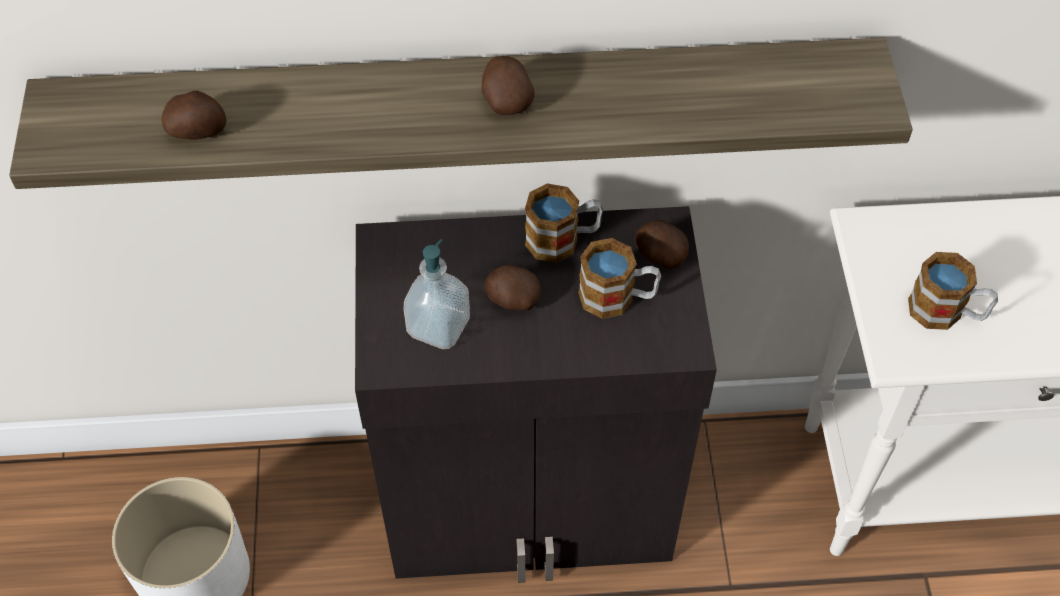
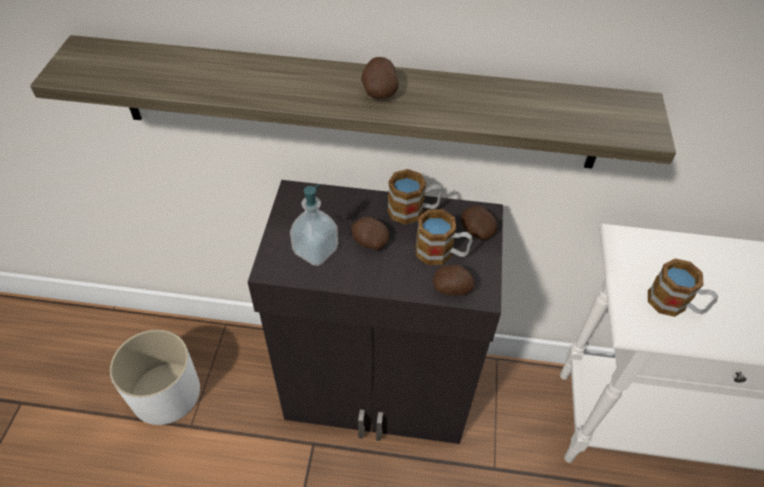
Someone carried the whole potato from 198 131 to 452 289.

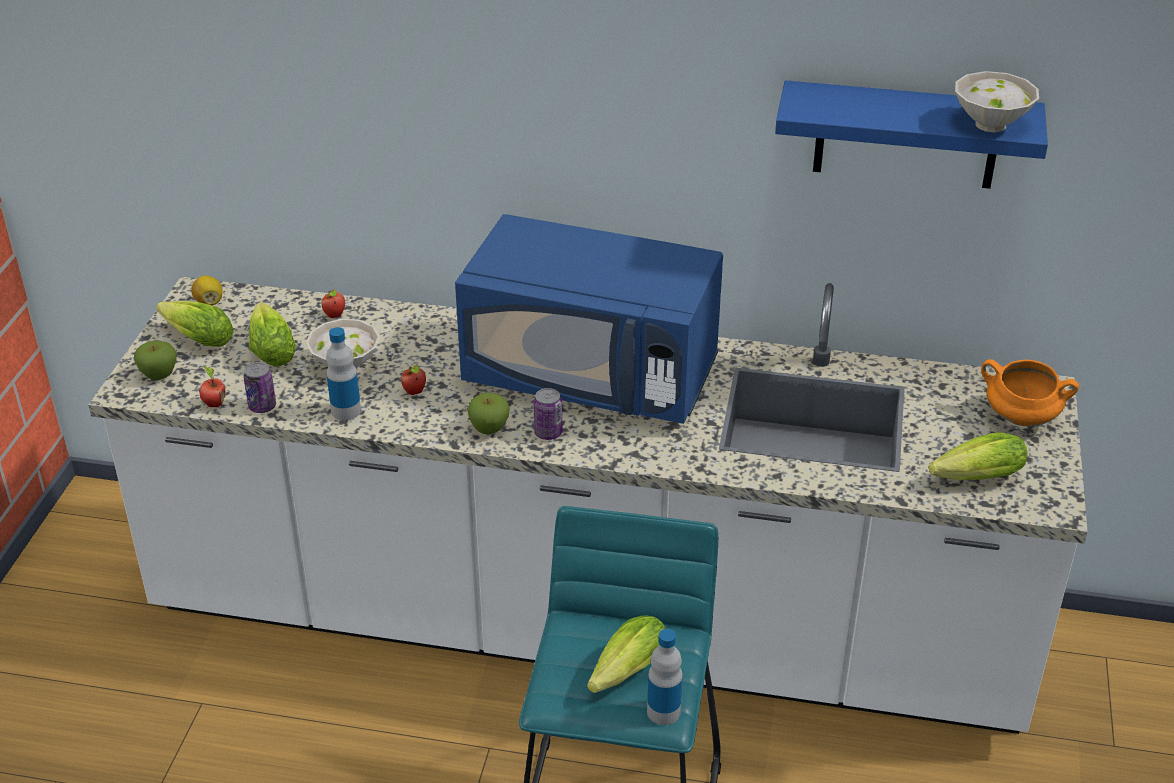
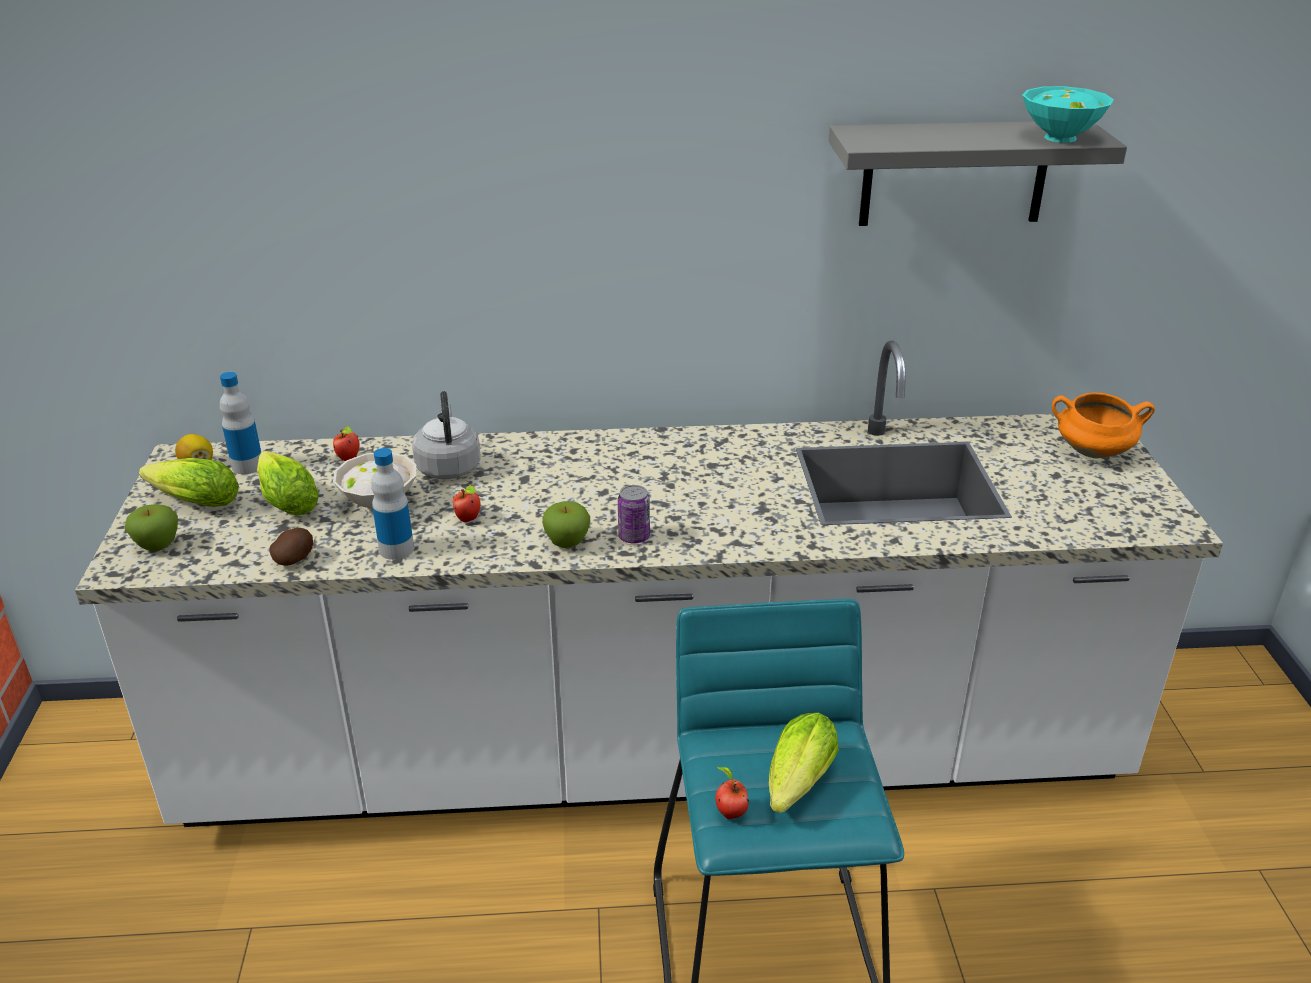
Someone repainted the bowl (white-coloured) at 988 124, which became the bowl (turquoise) at 1058 138.
Someone repainted the wall shelf (bluish) at 906 135, which became the wall shelf (greyish) at 954 173.
Someone took away the kitchen microwave (bluish) at 593 375.
Someone swapped the sealed can at 262 406 for the whole potato at 295 559.
Someone carried the whole apple from 214 404 to 729 813.
Someone took away the lettuce at 972 479.
Someone carried the beverage bottle from 663 712 to 247 466.
Someone put down the tea kettle (greyish) at 448 466.

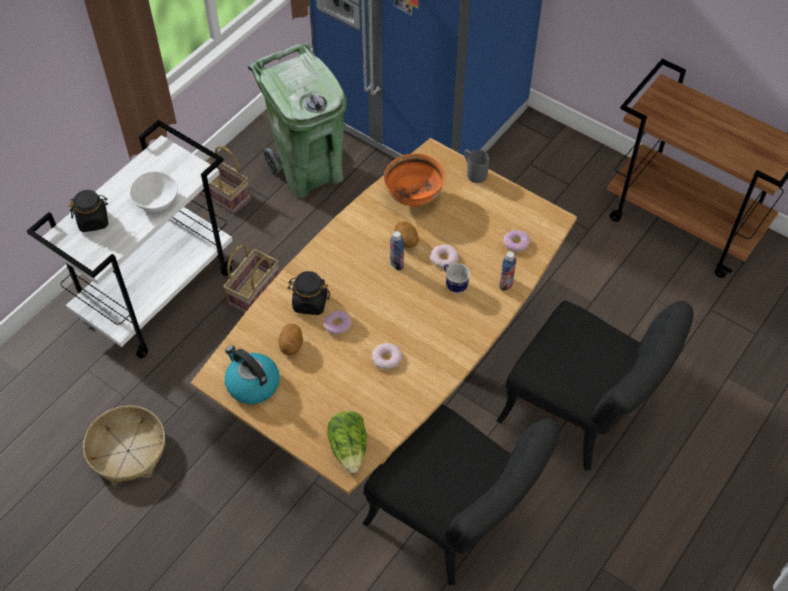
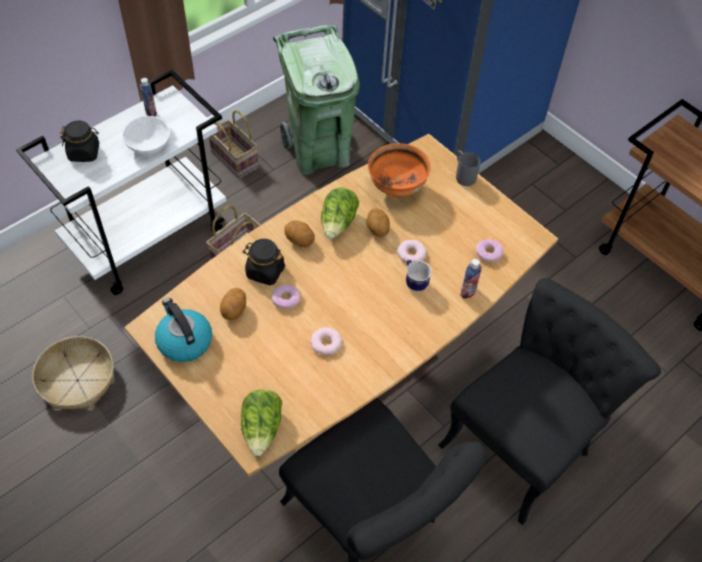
Someone carried the beverage bottle from 396 264 to 151 113.
Someone rotated the plain chair (blackish) at 581 416 by 90 degrees counterclockwise.
Someone put down the lettuce at 338 223.
Someone put down the whole potato at 300 240.

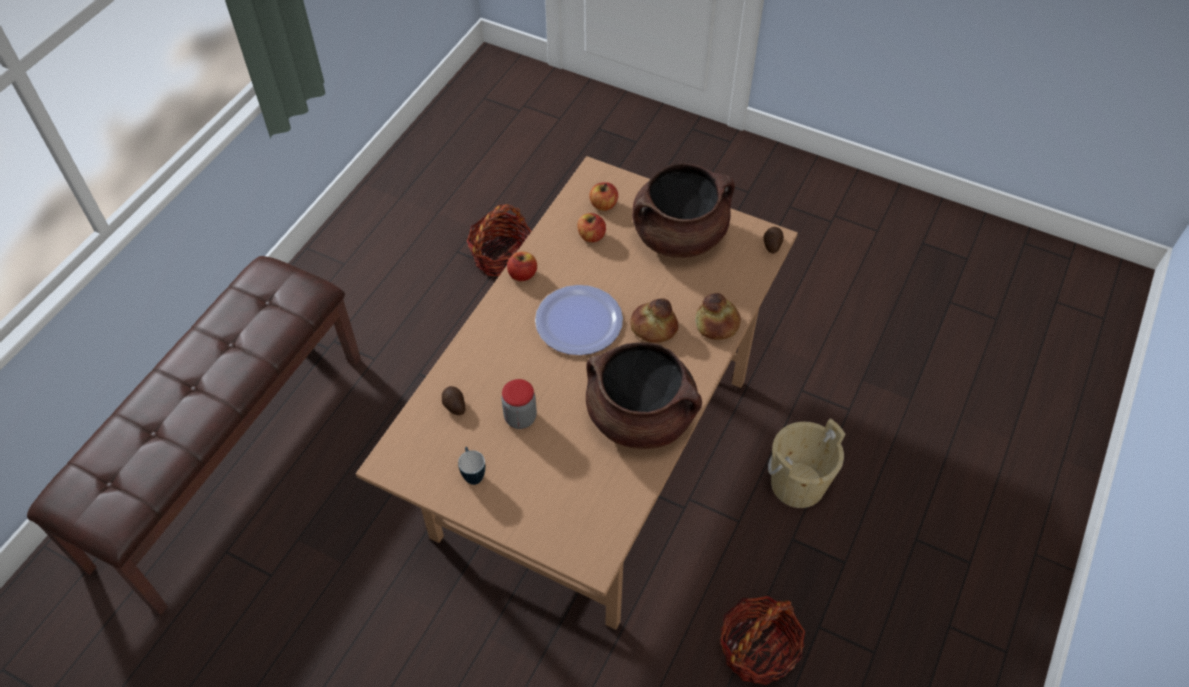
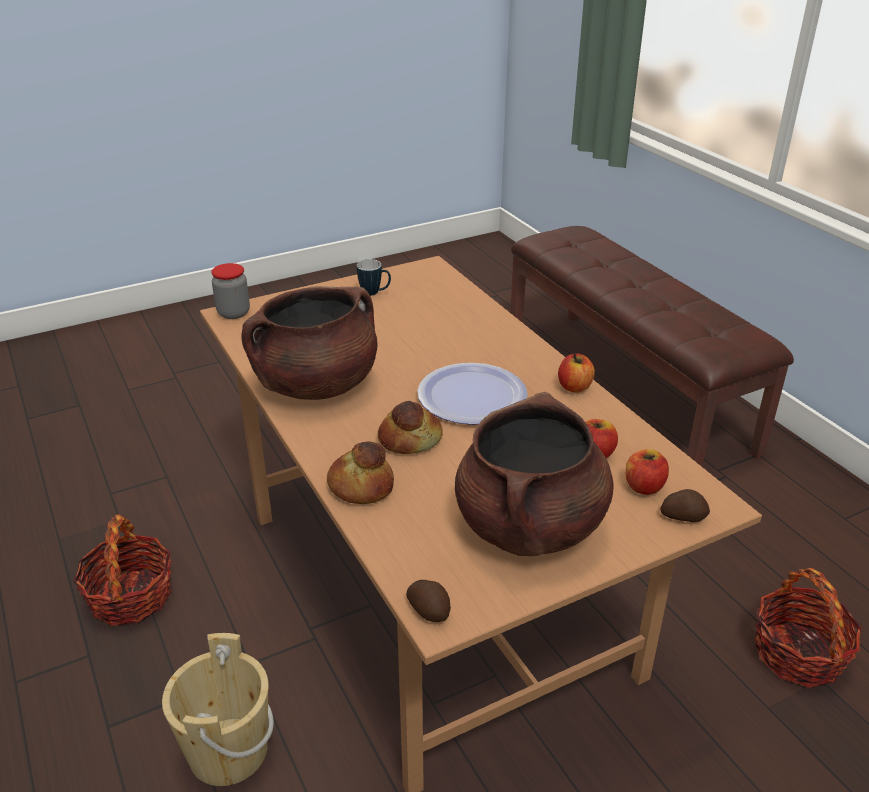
Someone carried the preserve jar from 520 417 to 233 313.
Someone carried the whole potato from 454 405 to 683 516.

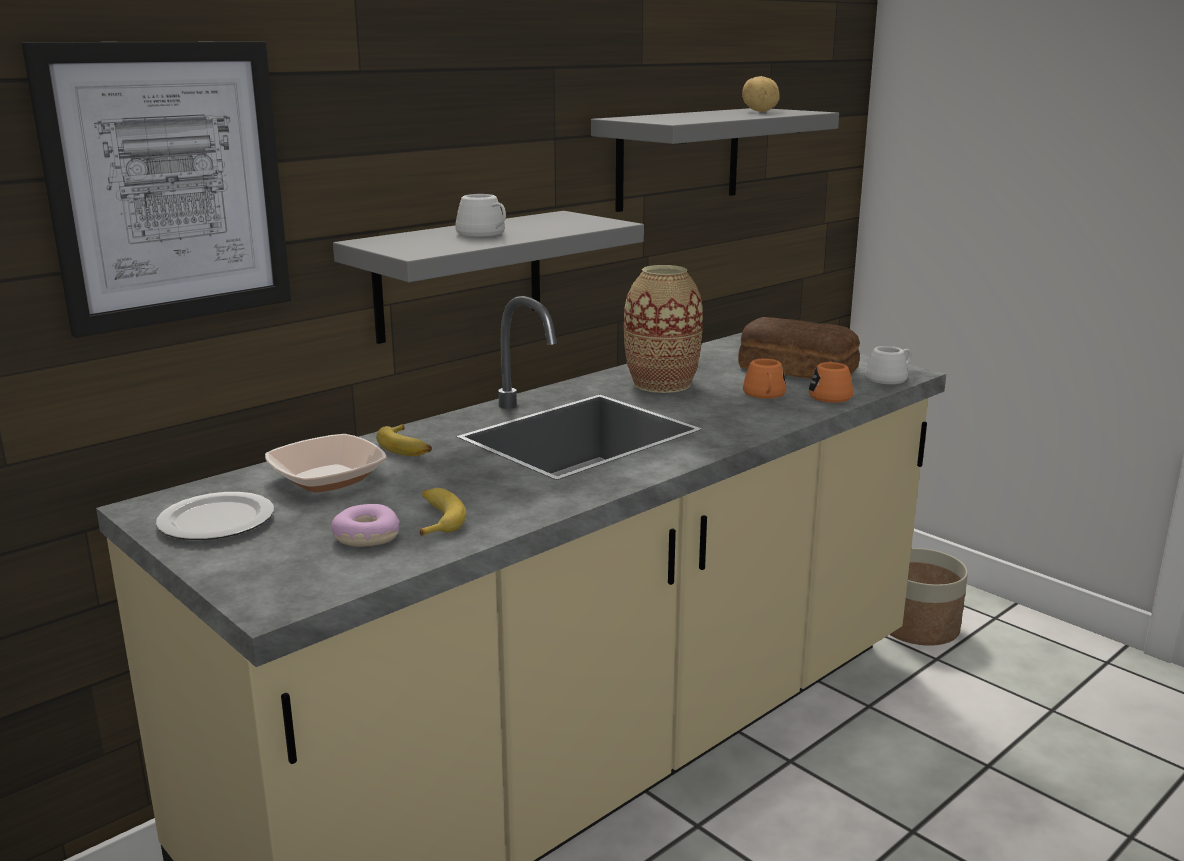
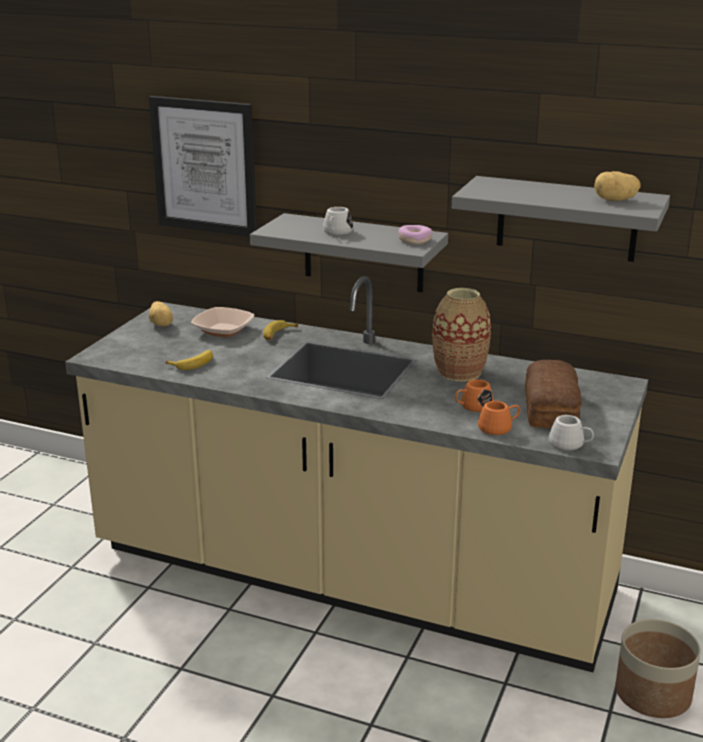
Someone swapped the dinner plate at 216 520 for the whole potato at 161 324.
Someone carried the ring doughnut from 365 536 to 414 240.

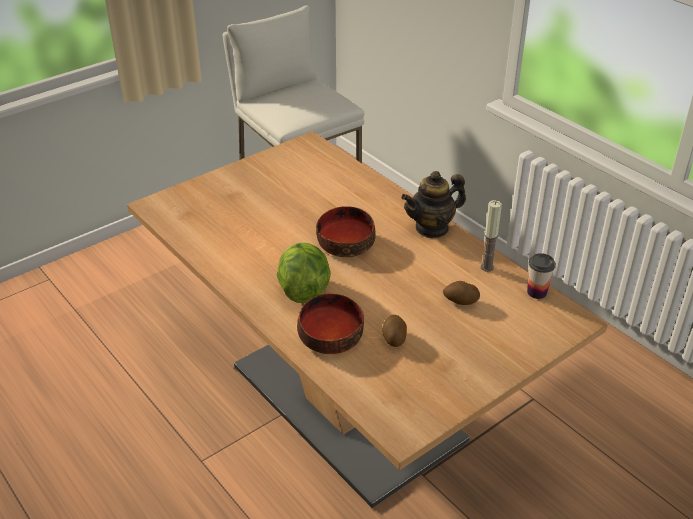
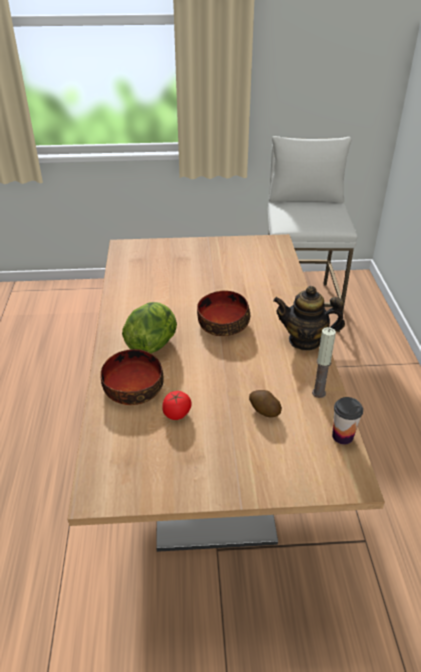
Someone swapped the whole potato at 394 338 for the whole tomato at 177 413.

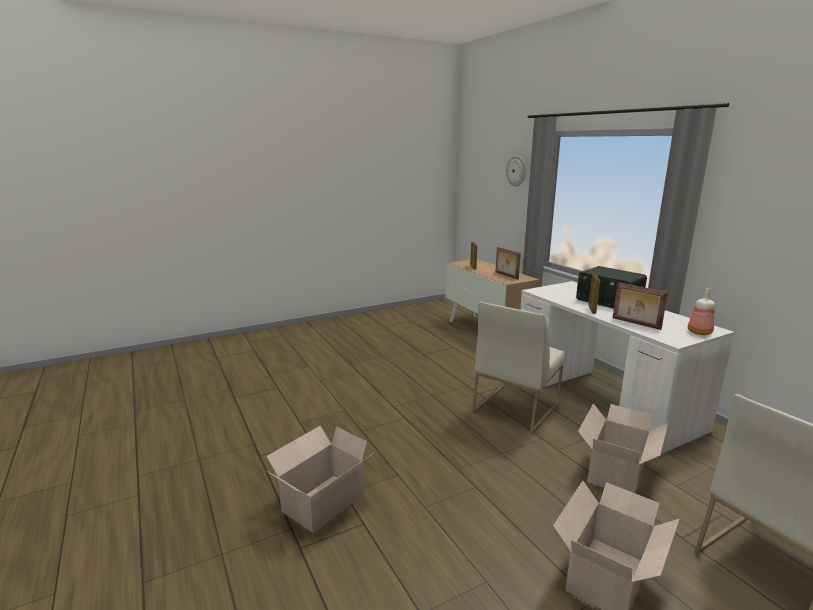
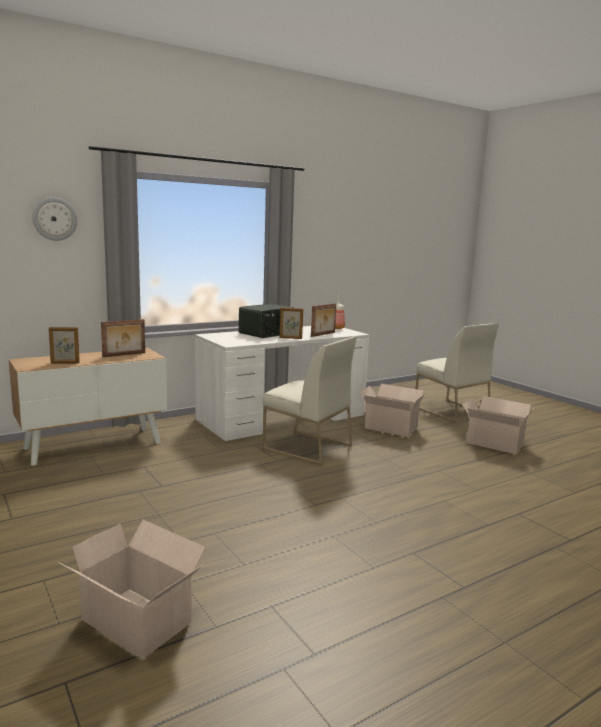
Someone carried the carton from 321 503 to 138 623.

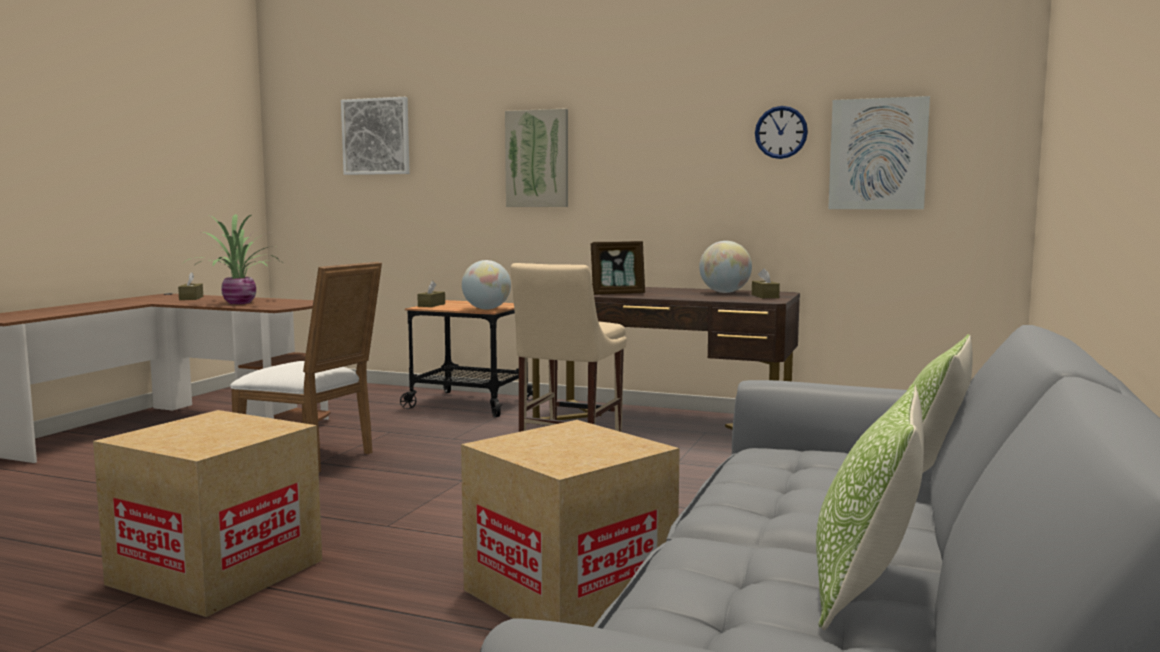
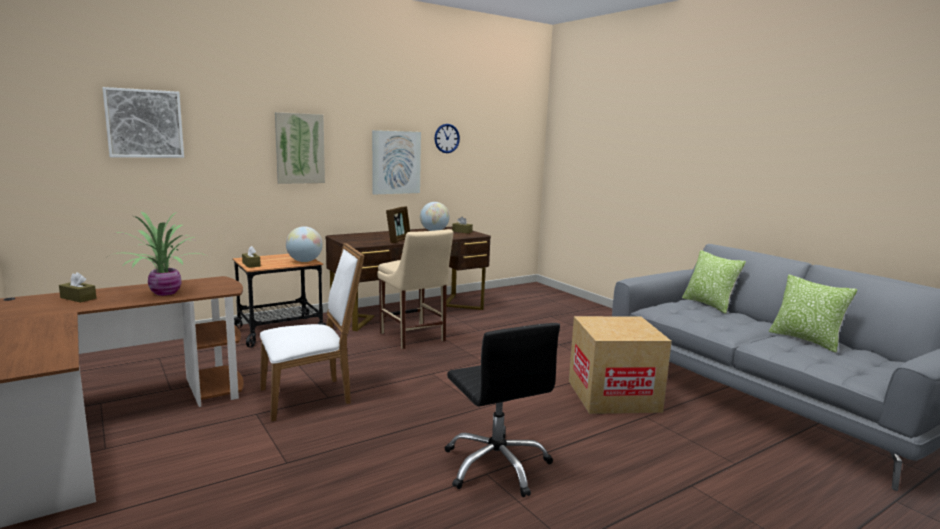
Someone carried the picture from 878 154 to 396 162.
Someone swapped the carton at 216 572 for the desk chair (blackish) at 497 465.

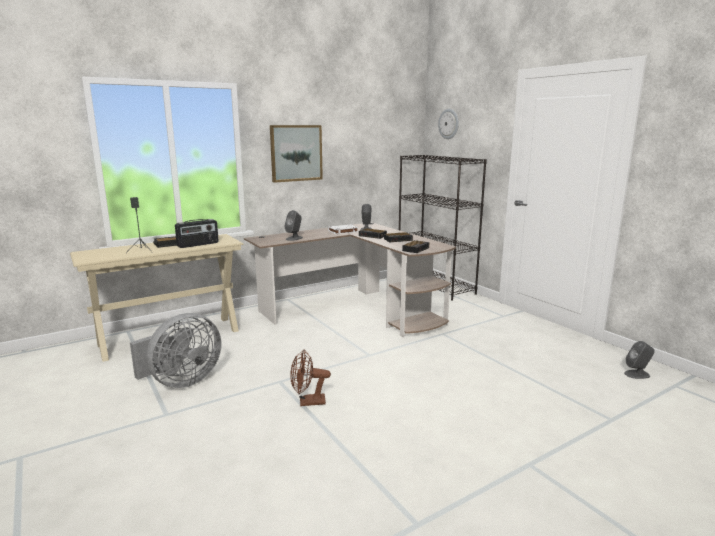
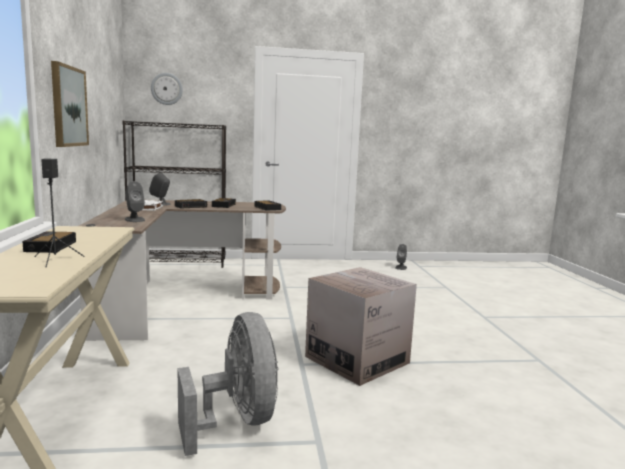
Someone took away the radio at 198 245.
Someone swapped the fan (brown) at 308 402 for the carton at 357 360.

